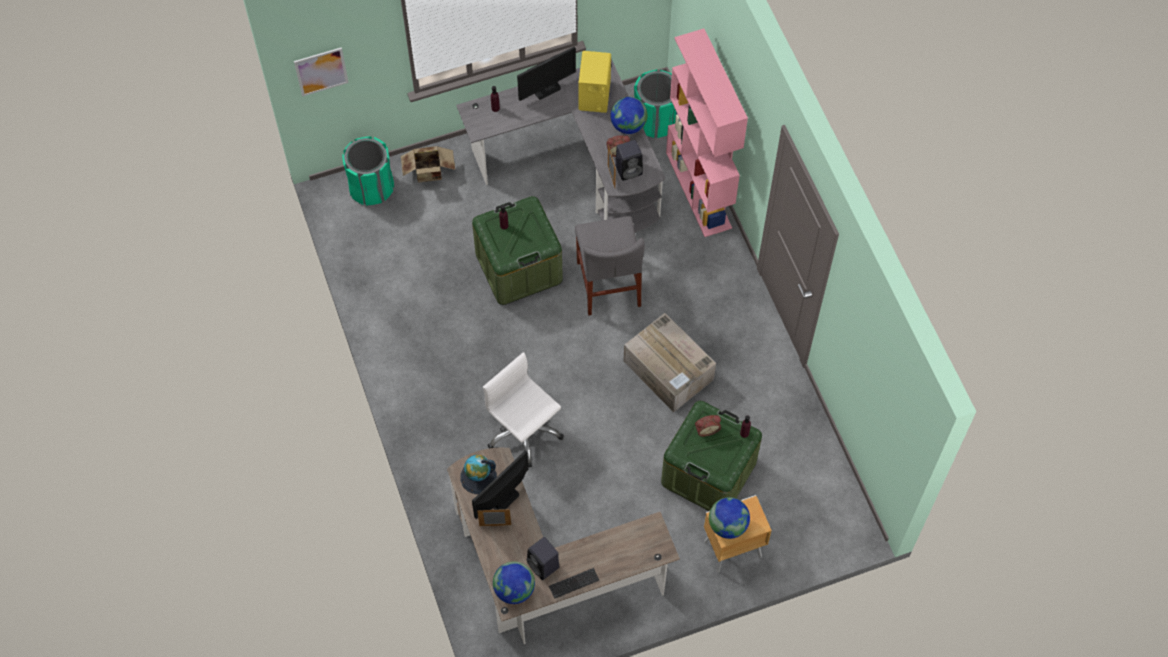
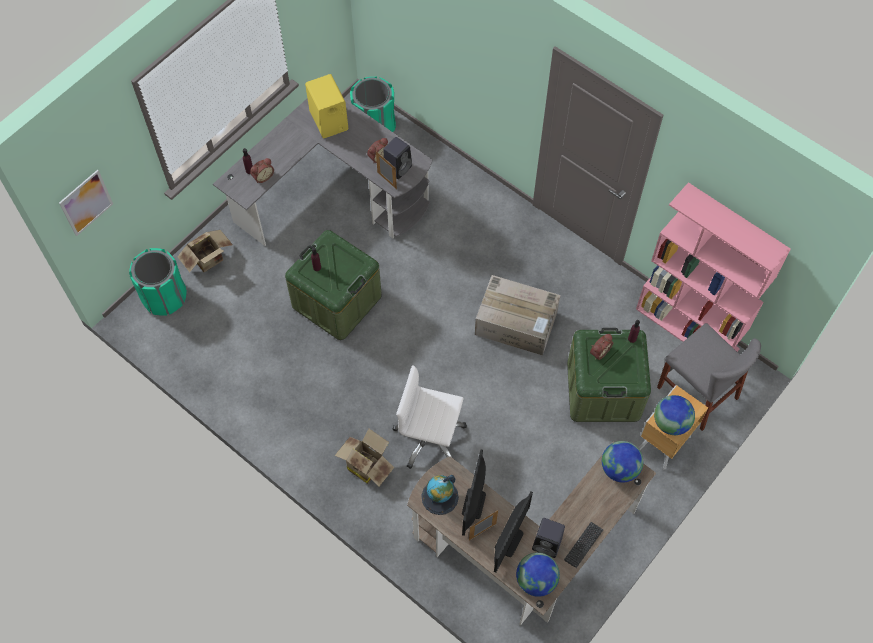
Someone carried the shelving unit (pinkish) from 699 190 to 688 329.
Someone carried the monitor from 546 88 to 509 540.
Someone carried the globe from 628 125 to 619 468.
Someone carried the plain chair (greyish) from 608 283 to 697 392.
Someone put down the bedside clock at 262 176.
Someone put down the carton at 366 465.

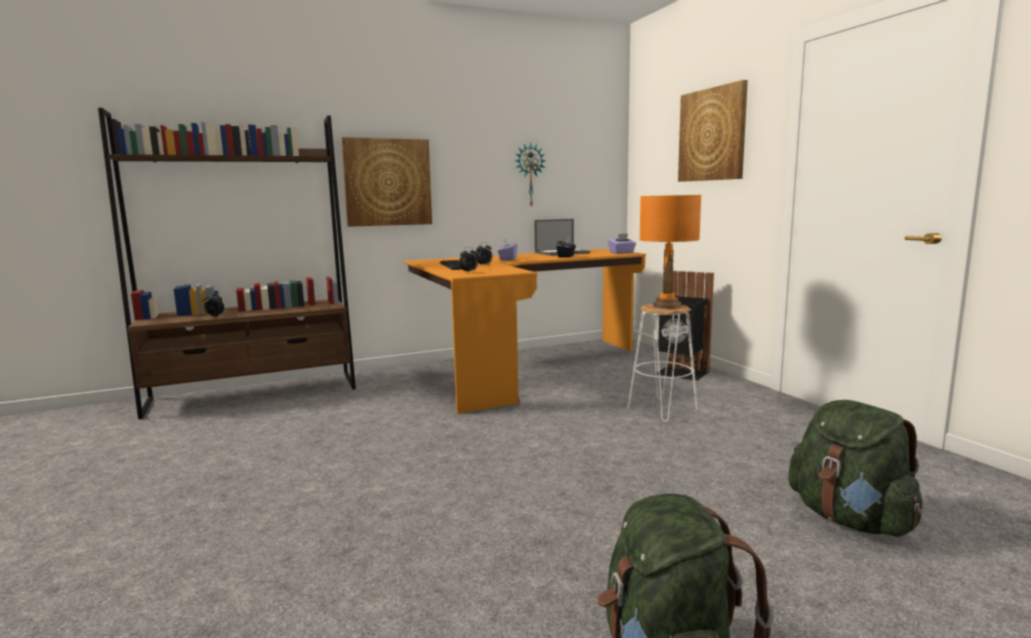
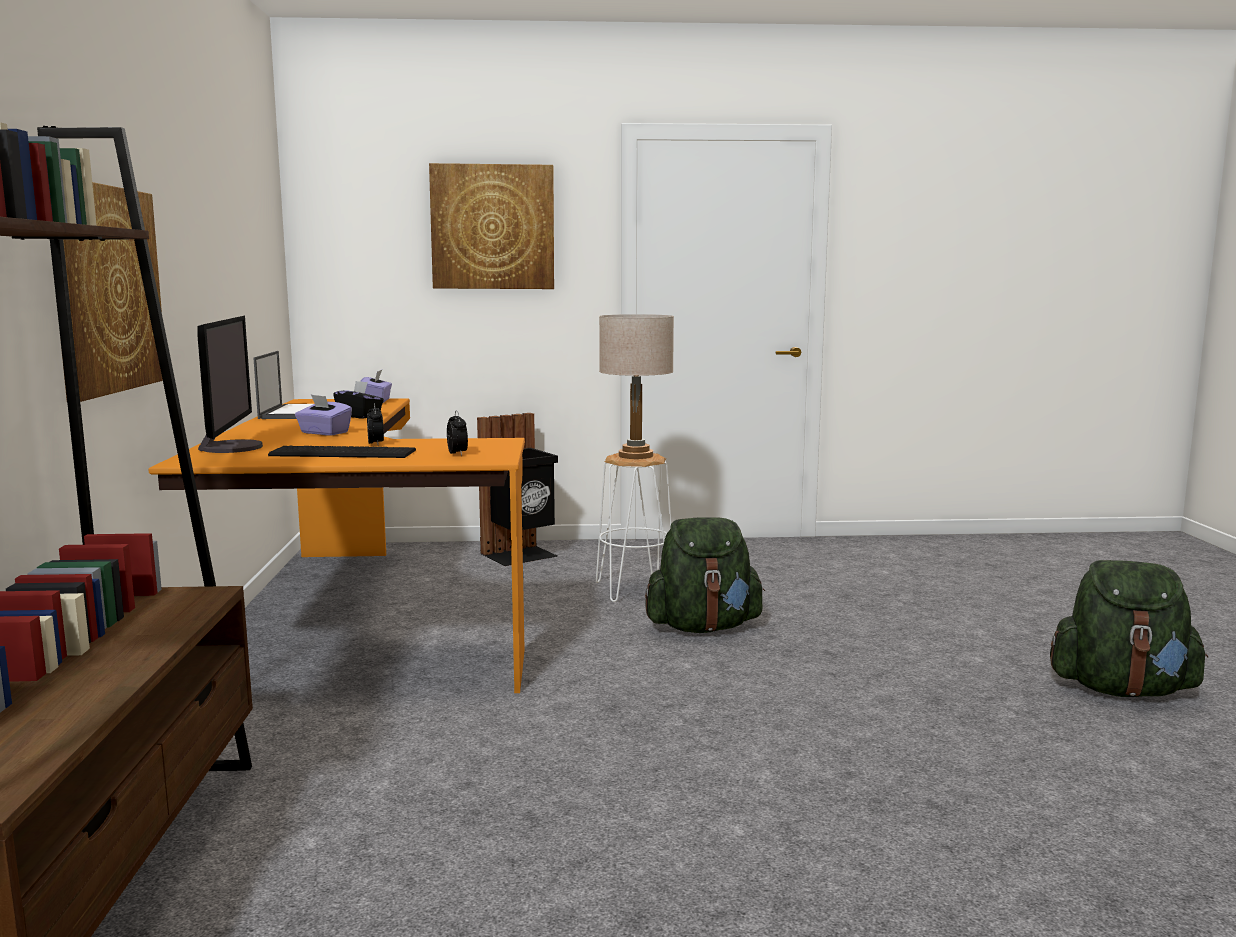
Someone took away the clock on the wall at 529 175.
Someone repainted the tabletop lamp (orangey) at 667 306, which became the tabletop lamp (sand-coloured) at 635 455.
Someone took away the bedside clock at 214 317.
Someone carried the knapsack (green) from 850 519 to 703 627.
Someone put down the monitor at 230 447.

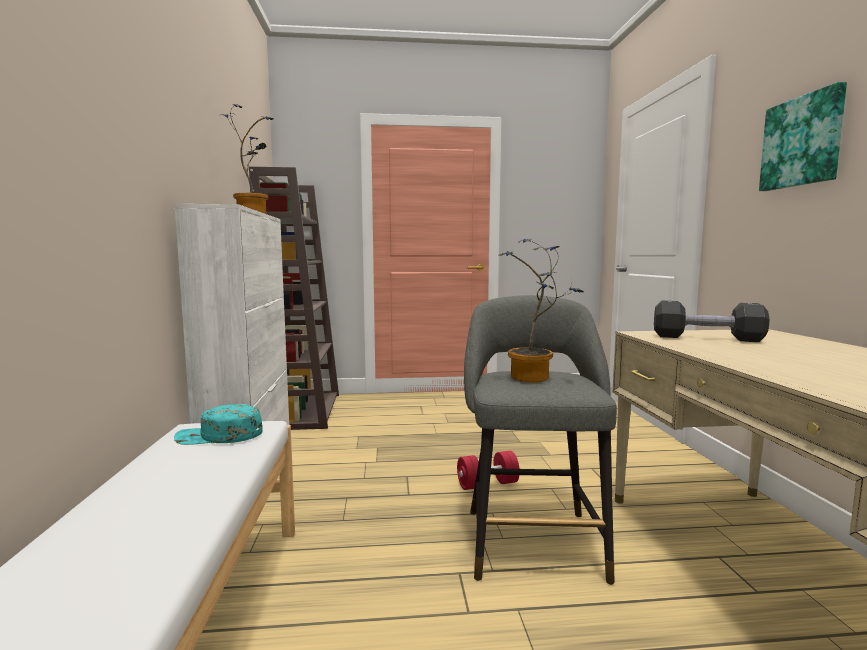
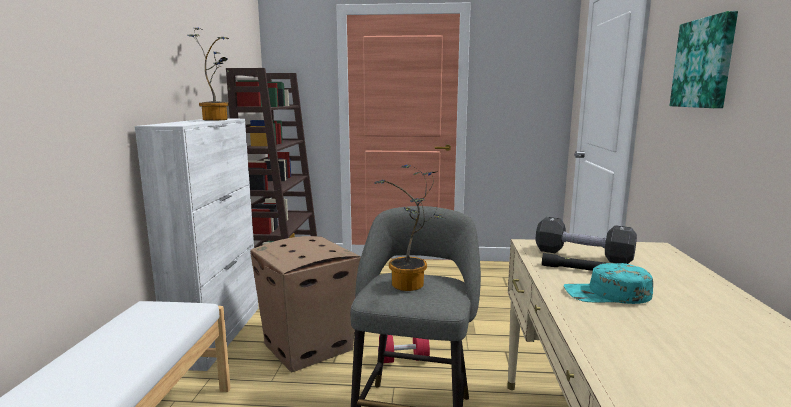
Someone carried the baseball cap (turquoise) from 219 436 to 607 294.
Someone put down the carton at 308 347.
Someone put down the hand torch (blackish) at 574 269.

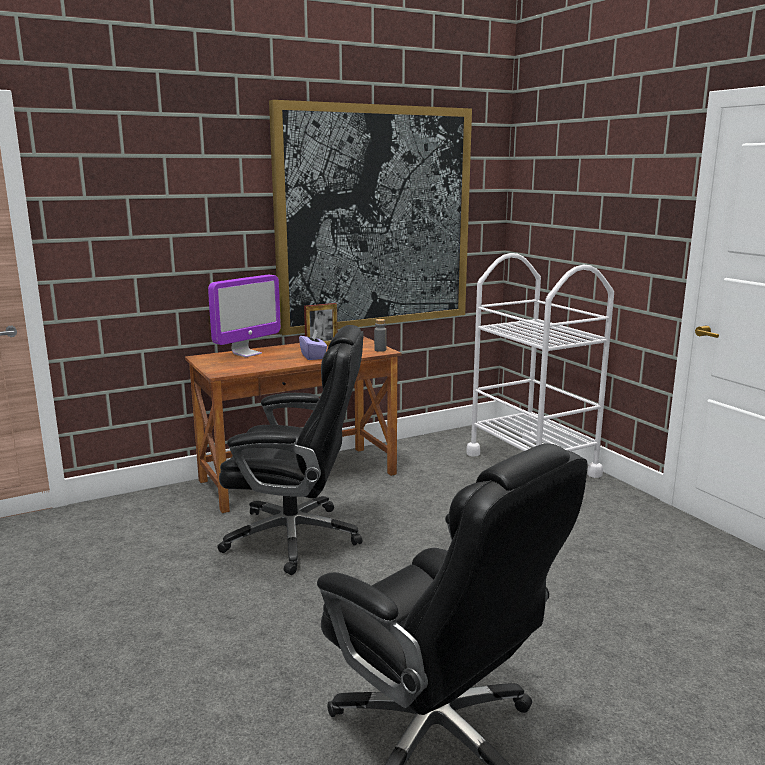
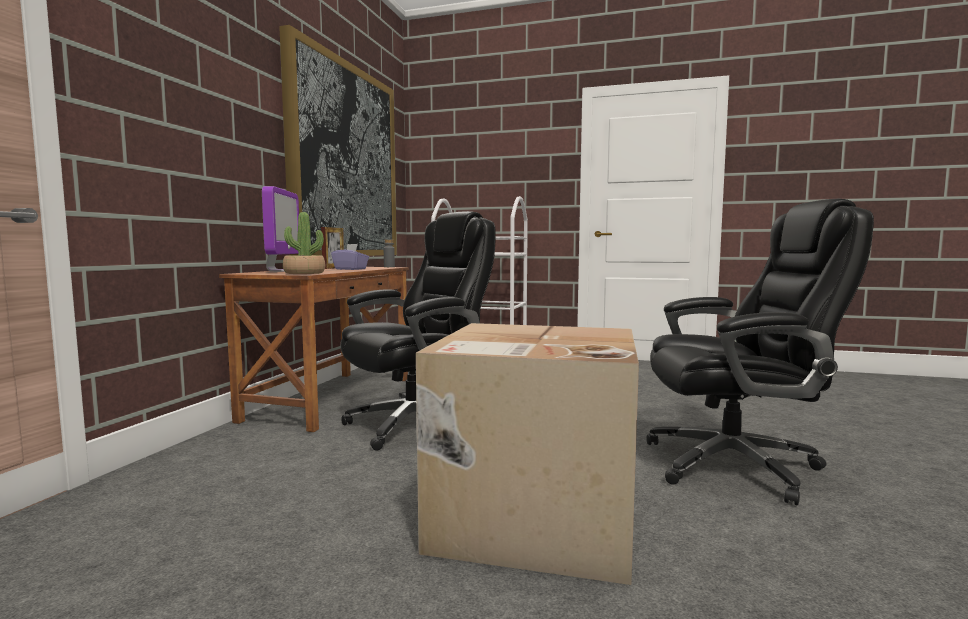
Someone put down the houseplant at 304 273.
Someone put down the carton at 531 517.

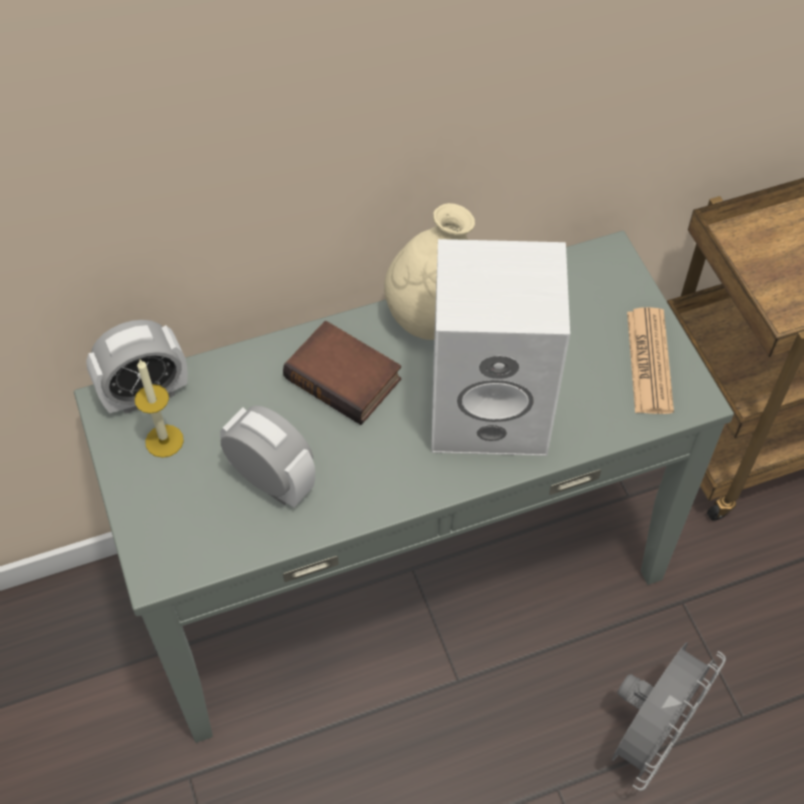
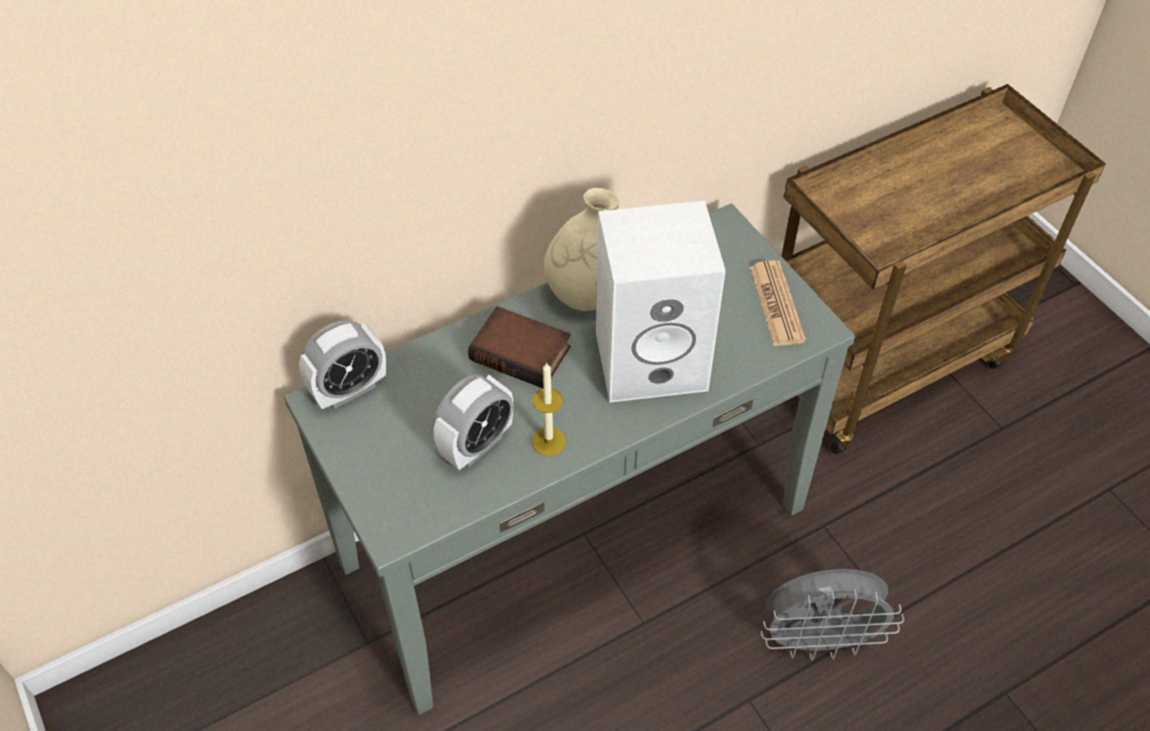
Someone carried the wax light from 164 441 to 548 441.
Someone rotated the bedside clock at 272 481 by 105 degrees clockwise.
Someone rotated the fan (greyish) at 649 734 by 60 degrees clockwise.

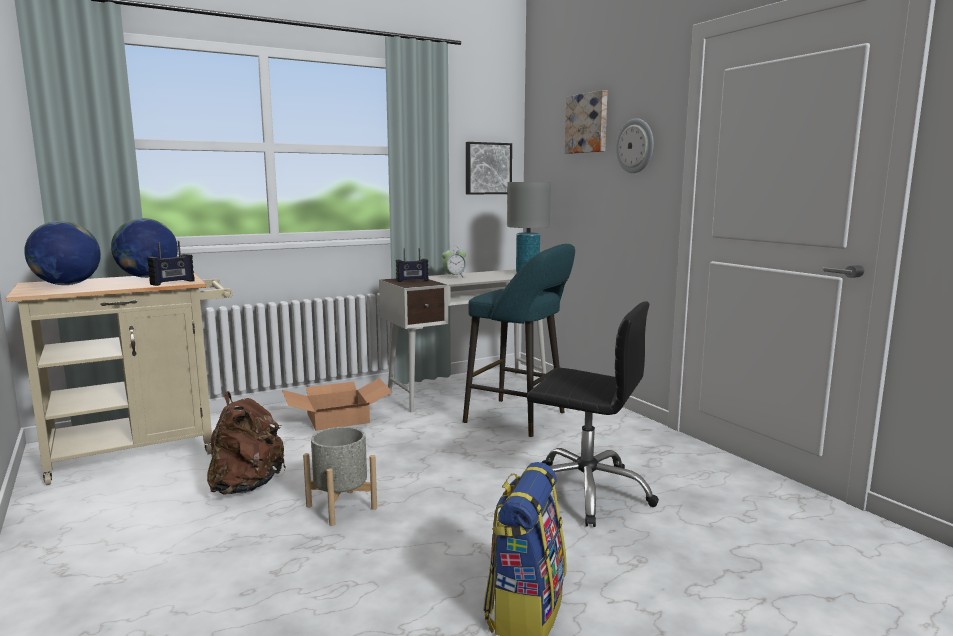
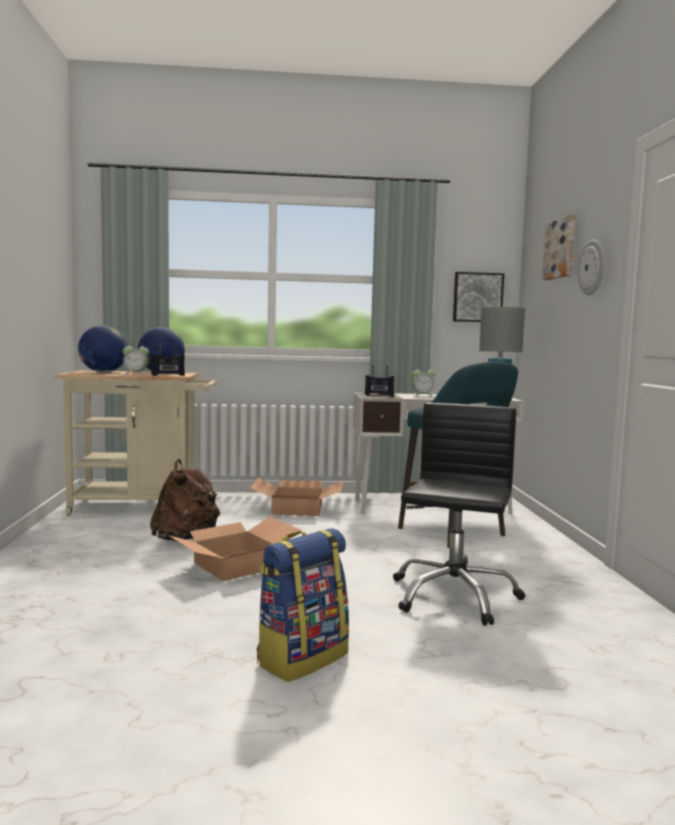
Someone rotated the desk chair (blackish) at 586 492 by 120 degrees counterclockwise.
Someone swapped the planter (greyish) at 341 507 for the carton at 236 565.
Someone put down the bedside clock at 135 374.

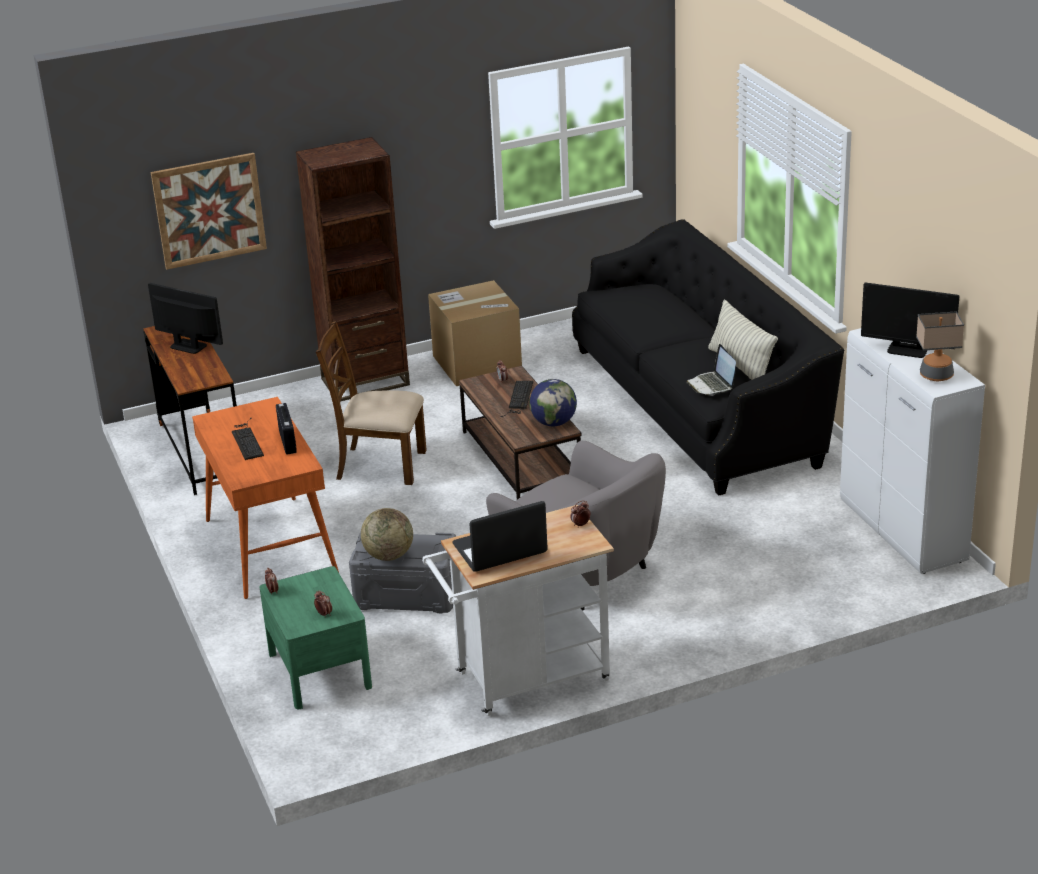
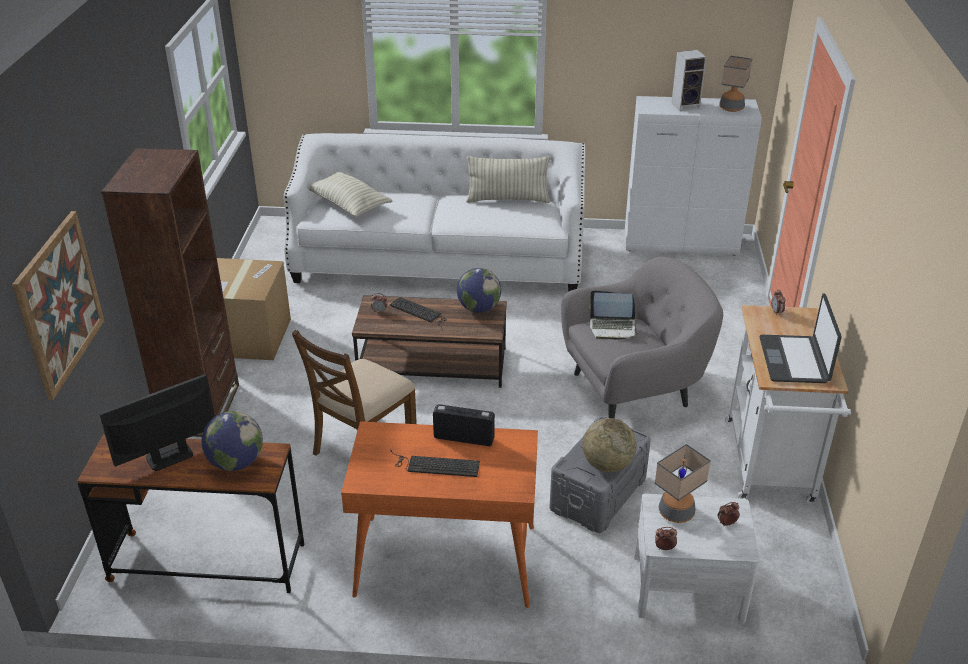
Someone repainted the sofa (blackish) at 697 405, which became the sofa (white-coloured) at 439 261.
Someone swapped the monitor at 907 350 for the audio speaker at 686 105.
Someone carried the notebook computer from 712 385 to 612 327.
Someone repainted the nightstand (green) at 319 670, which became the nightstand (white-coloured) at 688 588.
Someone put down the throw pillow at 348 204.
Someone put down the globe at 236 463.
Someone put down the tabletop lamp at 676 512.

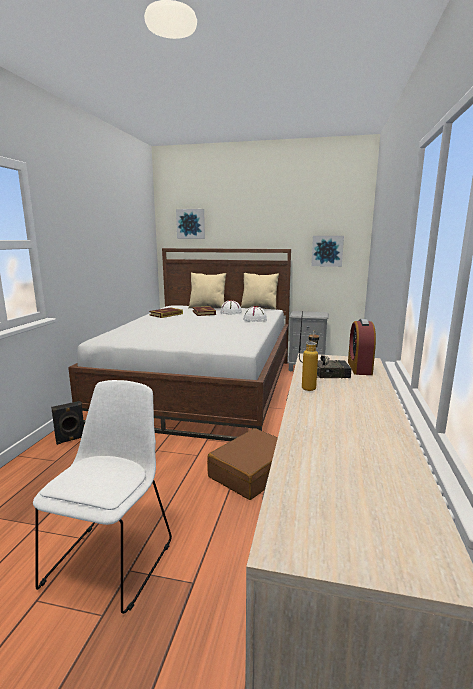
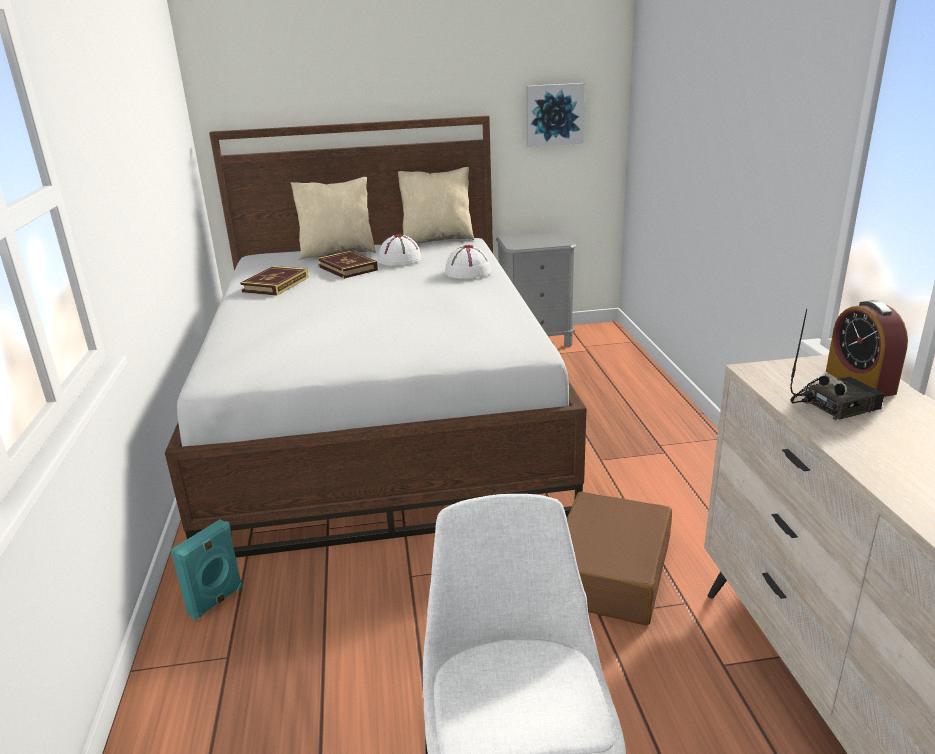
Someone took away the picture at 191 224.
Someone took away the beverage bottle at 310 386.
Someone repainted the audio speaker (blackish) at 71 440, which became the audio speaker (turquoise) at 217 601.

